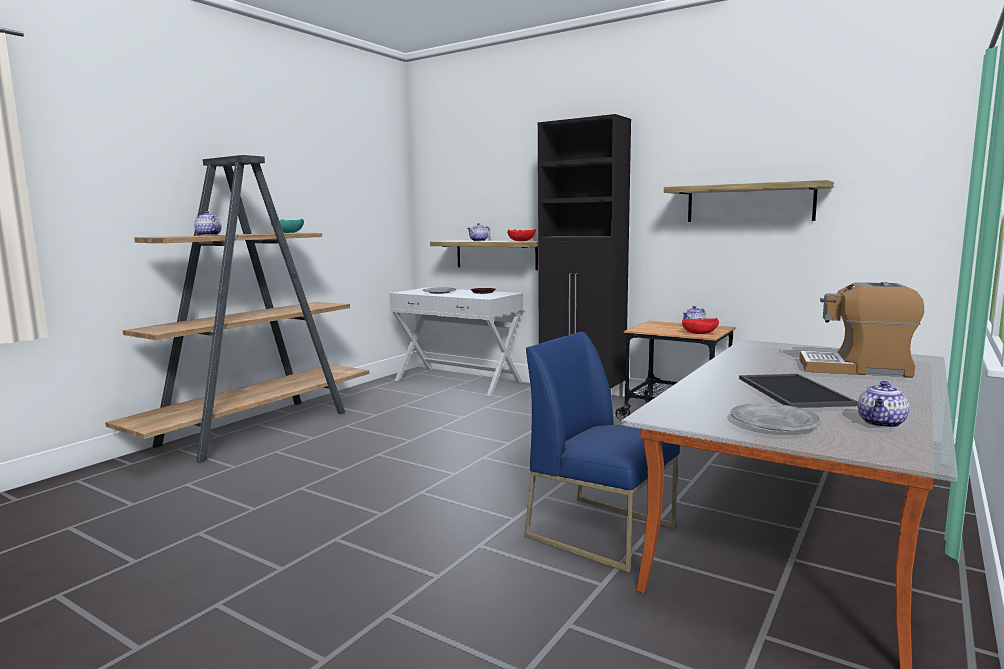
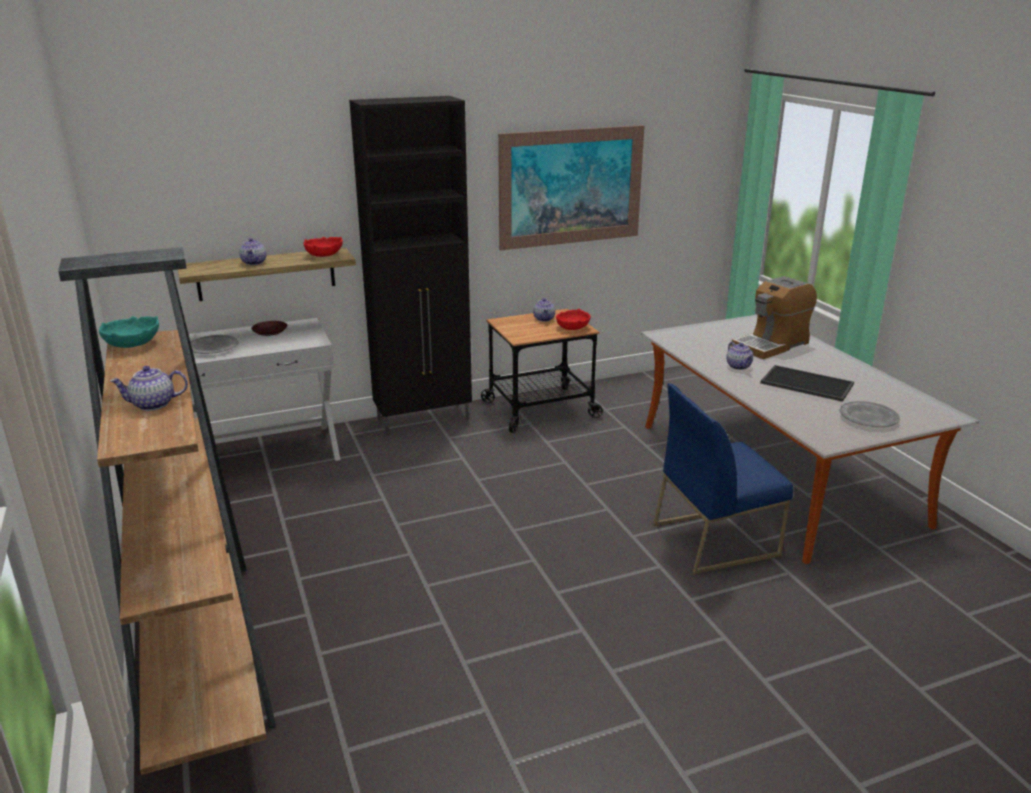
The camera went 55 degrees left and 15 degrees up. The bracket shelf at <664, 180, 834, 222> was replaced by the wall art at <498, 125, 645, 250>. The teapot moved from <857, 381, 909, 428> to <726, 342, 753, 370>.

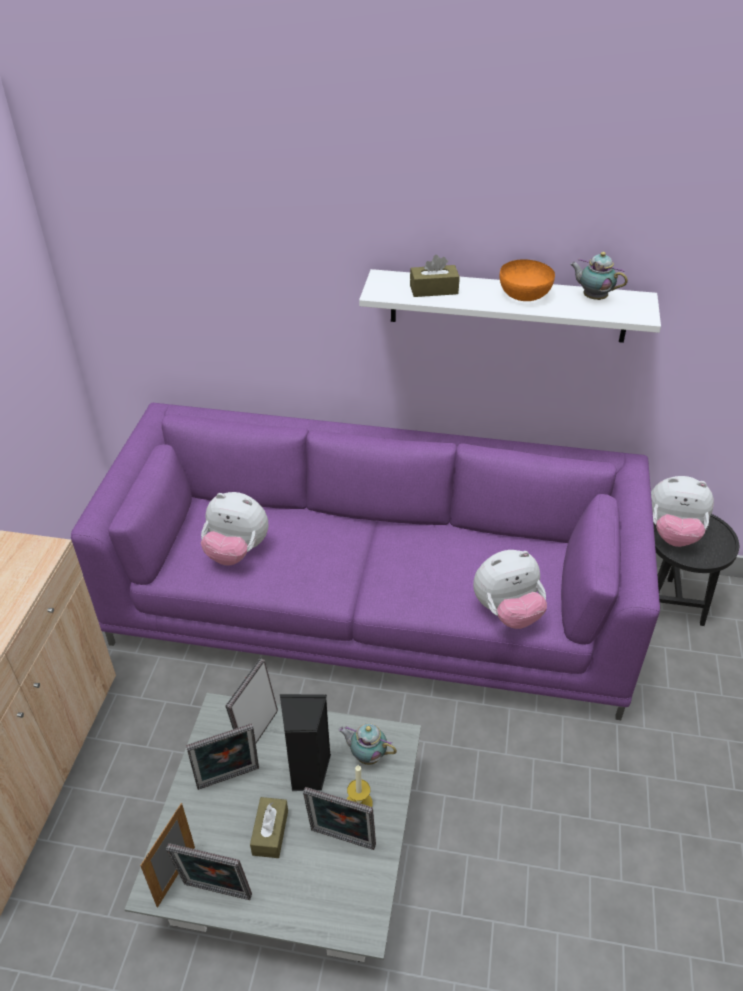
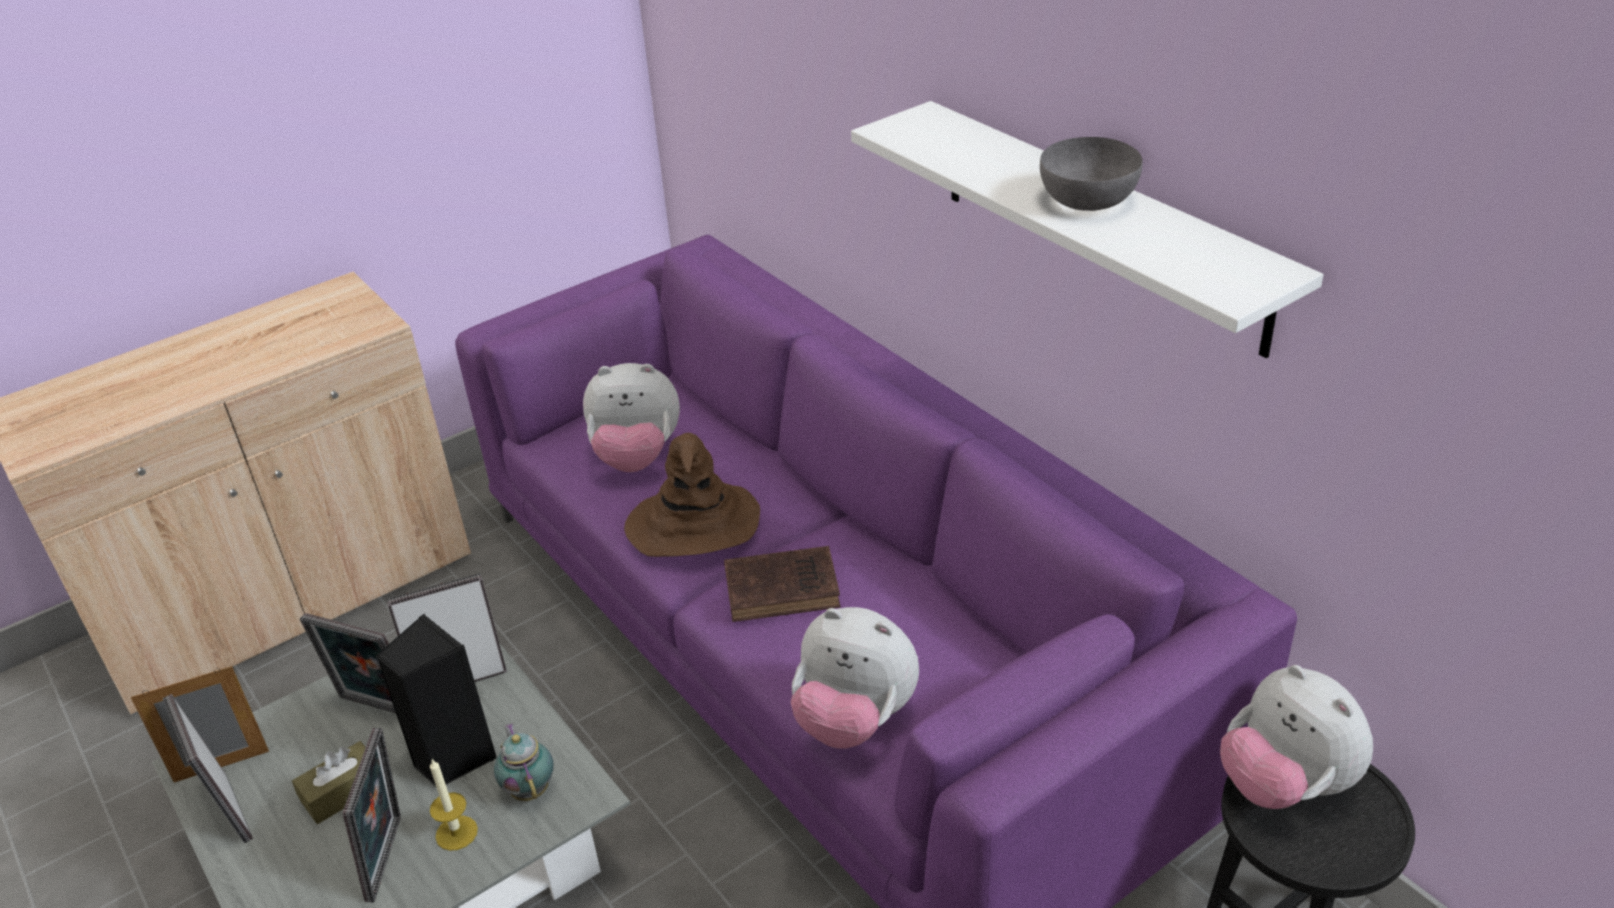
The camera went 45 degrees right and 5 degrees down. The standing frame at <303, 787, 376, 850> turned 150 degrees counterclockwise. The soft toy at <201, 492, 268, 566> turned 60 degrees counterclockwise. The brown hat at <624, 433, 760, 557> appeared. The brown book at <724, 546, 841, 622> appeared. The orangey bowl at <499, 259, 555, 301> became the gray bowl at <1040, 137, 1143, 211>. The brown tissue box at <410, 255, 460, 297> disappeared. The teapot at <570, 252, 628, 300> disappeared.

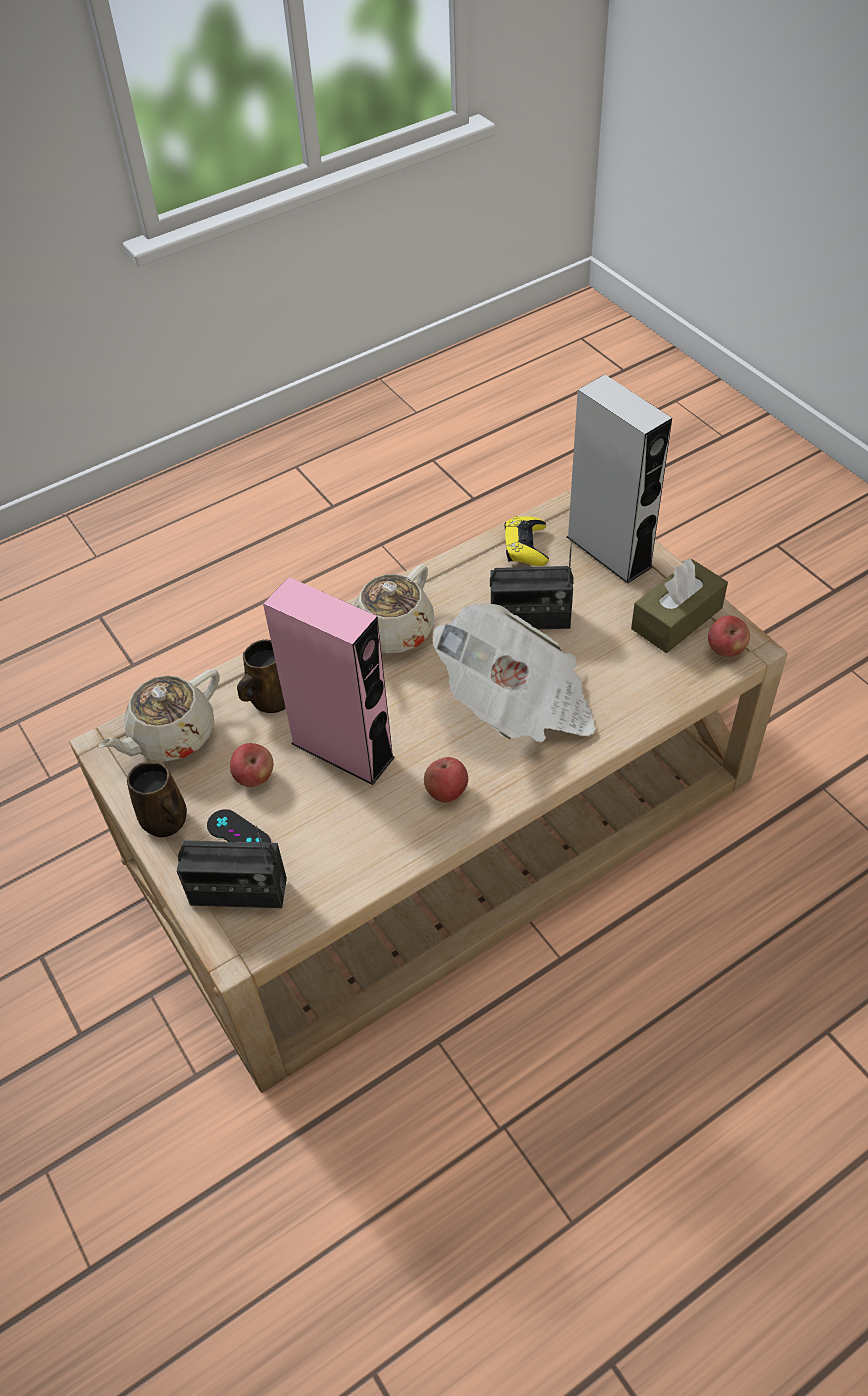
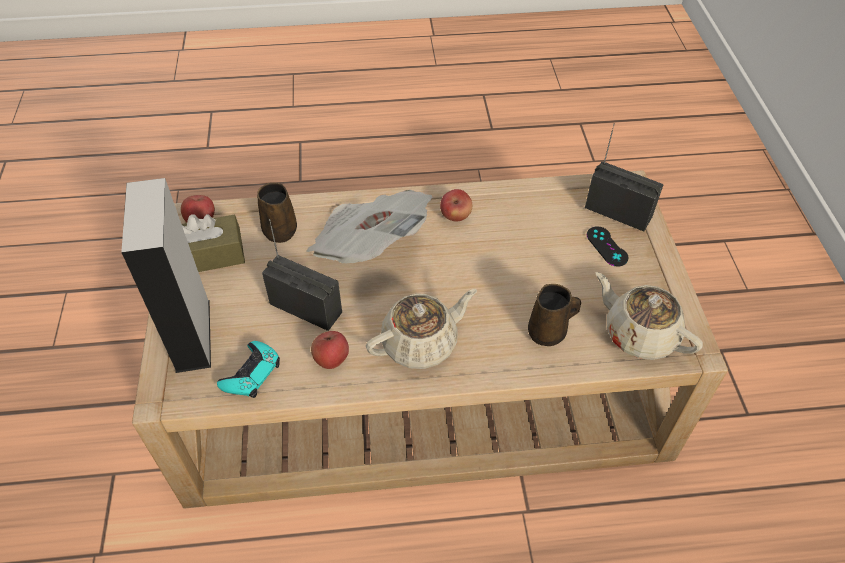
The camera went 155 degrees left and 0 degrees up. The yellow game controller at <505, 516, 549, 566> became the turquoise game controller at <217, 341, 280, 398>. The brown coffee mug moved from <127, 762, 187, 837> to <257, 182, 297, 243>. The whole apple moved from <230, 743, 273, 787> to <311, 331, 349, 369>. The beige teapot at <99, 669, 220, 761> turned 120 degrees counterclockwise. The pink-coloured audio speaker at <263, 577, 395, 785> disappeared.

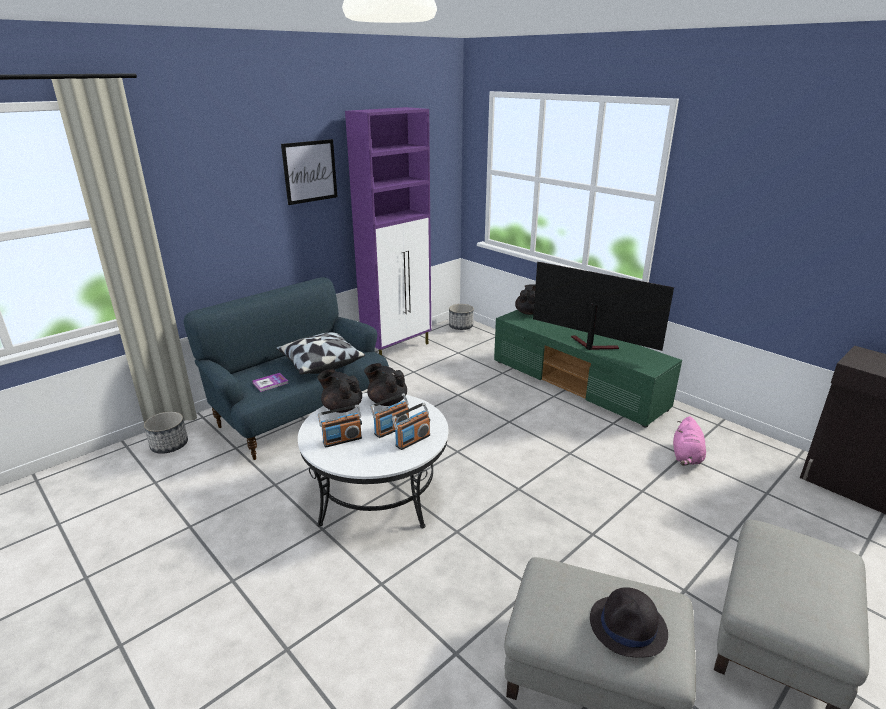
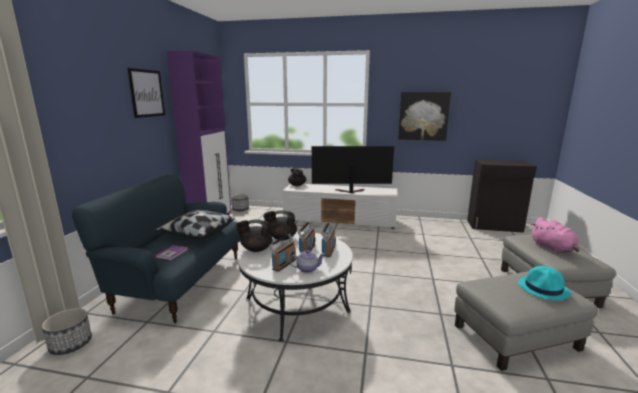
The camera went 35 degrees left and 10 degrees down. The green-coloured media console at <494, 310, 682, 427> became the white media console at <282, 184, 398, 229>. The teapot at <289, 250, 325, 273> appeared. The wall art at <398, 92, 451, 141> appeared. The black hat at <590, 587, 668, 658> became the turquoise hat at <518, 266, 571, 300>. The pink-coloured soft toy moved from <673, 416, 706, 466> to <531, 217, 580, 253>.

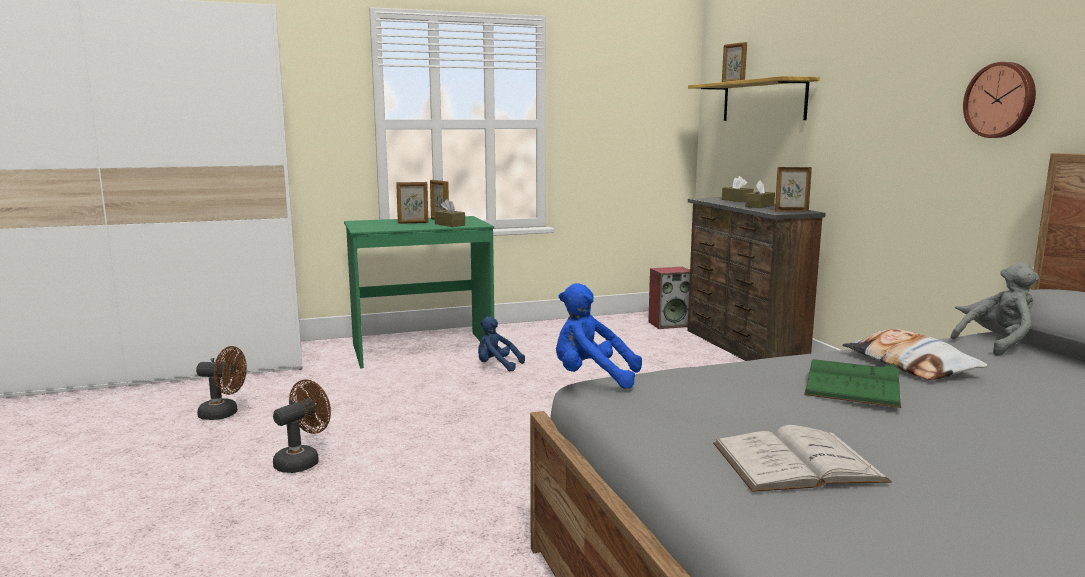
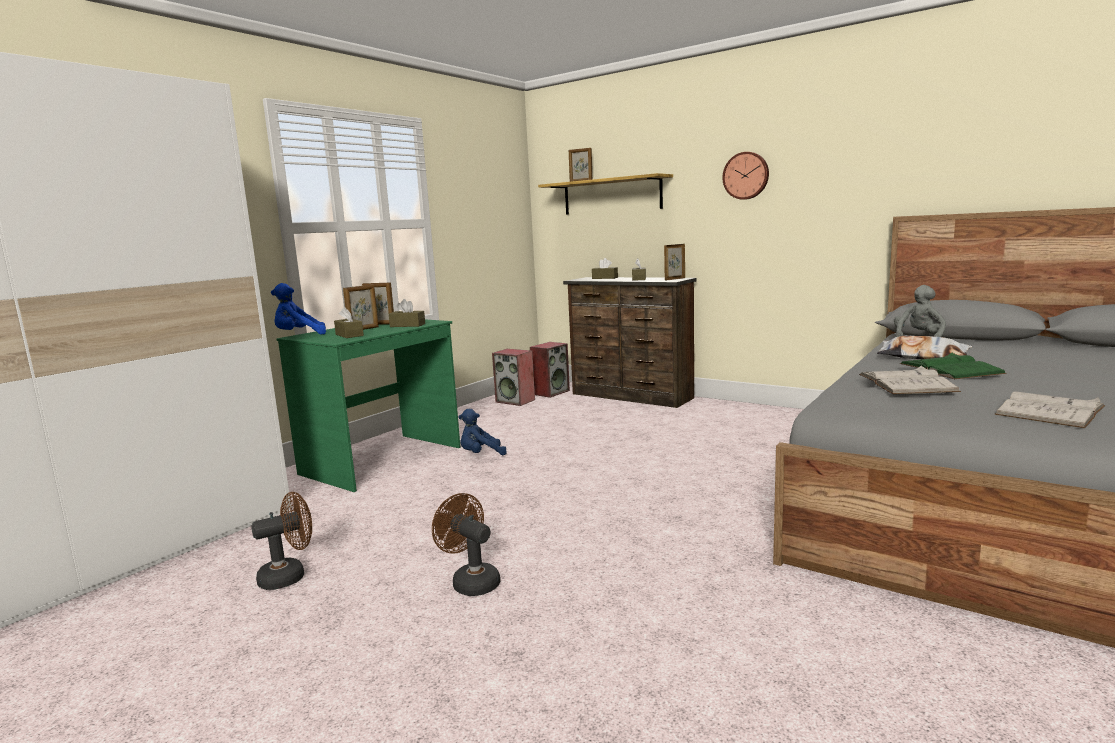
The camera went 35 degrees left and 0 degrees up. The blue soft toy moved from <556, 283, 642, 389> to <271, 283, 326, 335>. The brown tissue box at <334, 307, 364, 338> appeared. The brown fan at <273, 379, 331, 473> turned 45 degrees counterclockwise. The audio speaker at <492, 349, 535, 406> appeared. The wall clock moved from <963, 62, 1036, 138> to <722, 152, 769, 200>. The white book at <859, 366, 961, 394> appeared.

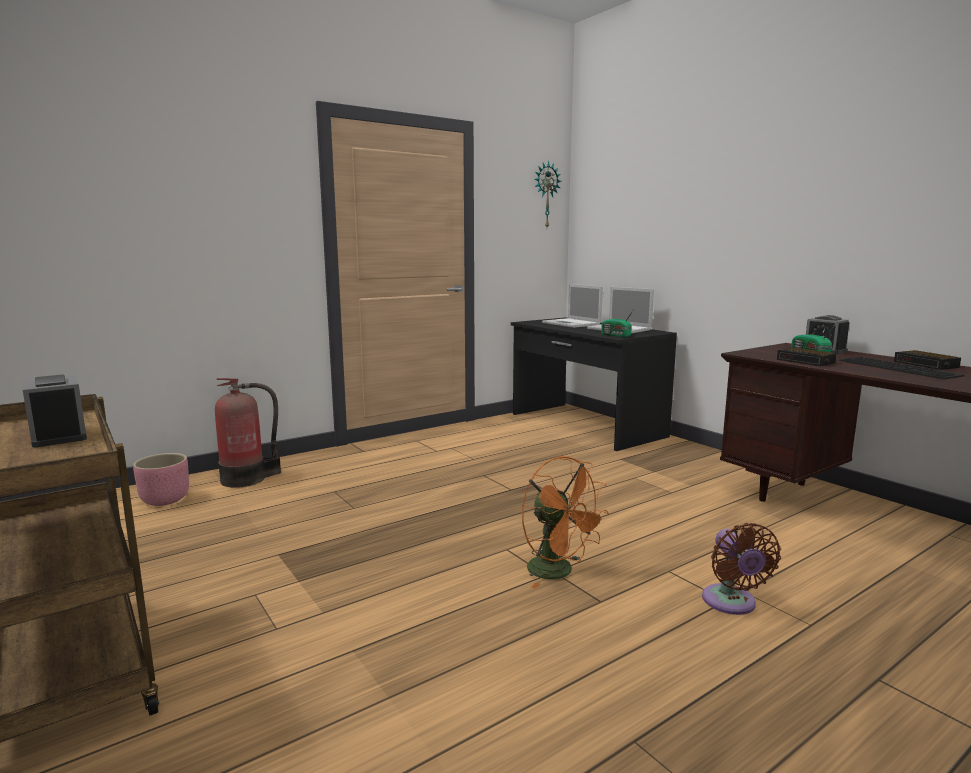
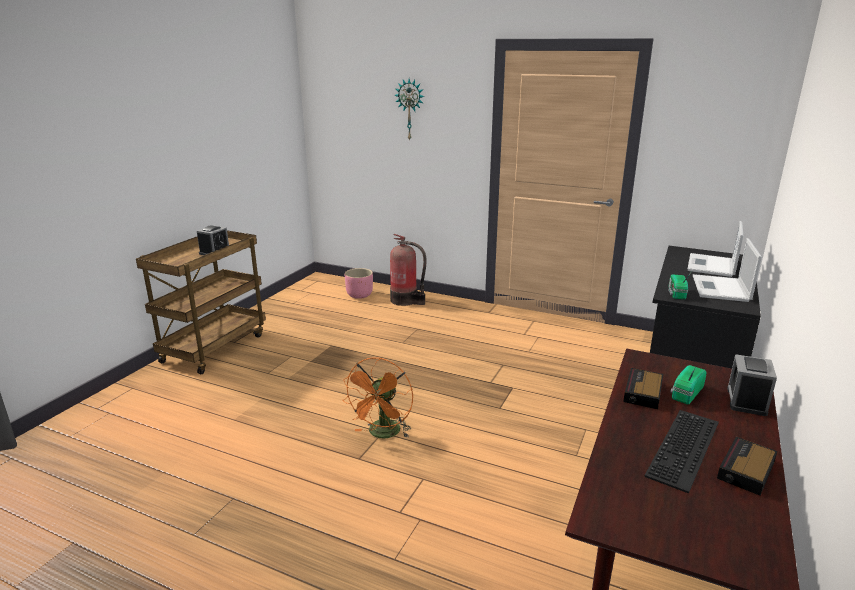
The camera went 60 degrees right and 10 degrees up. The wall clock moved from <534, 161, 562, 227> to <394, 79, 425, 141>. The brown fan at <702, 523, 781, 615> disappeared.

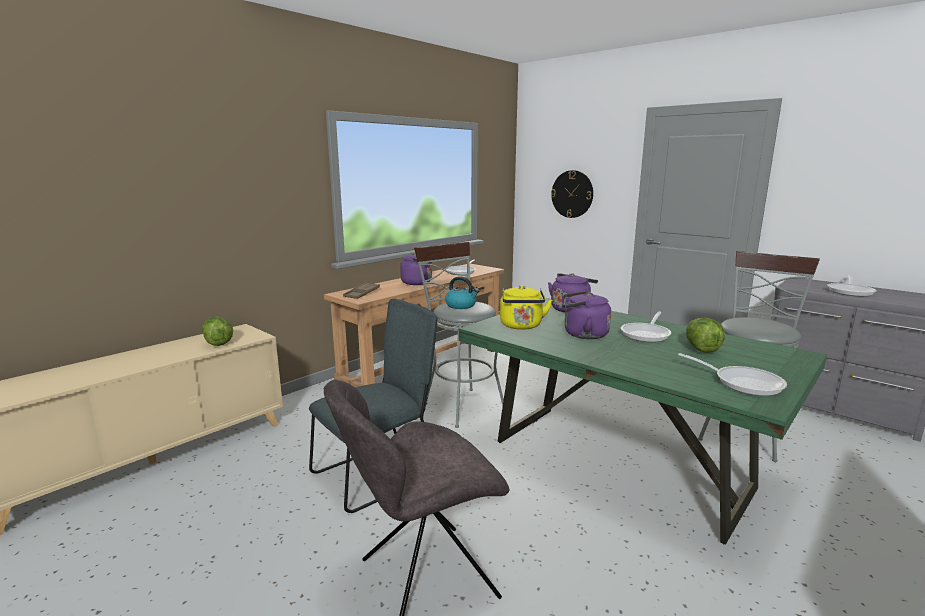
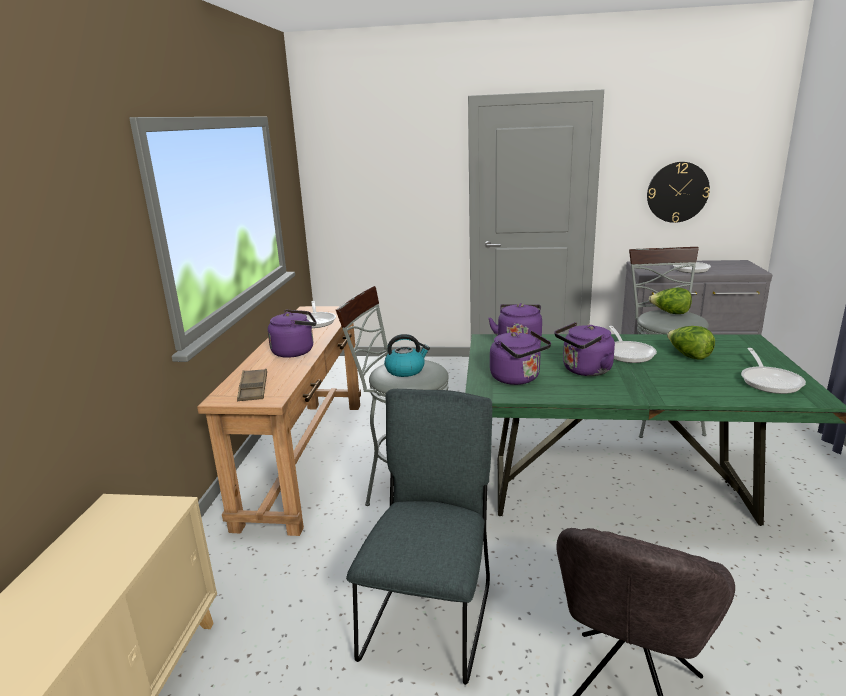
The camera went 35 degrees left and 5 degrees up. The yellow kettle at <500, 285, 552, 330> became the purplish kettle at <490, 331, 551, 385>. The wall clock moved from <551, 170, 593, 218> to <647, 162, 710, 223>. The lettuce moved from <202, 317, 233, 346> to <649, 288, 692, 314>. The pan at <678, 353, 787, 396> turned 90 degrees clockwise.

